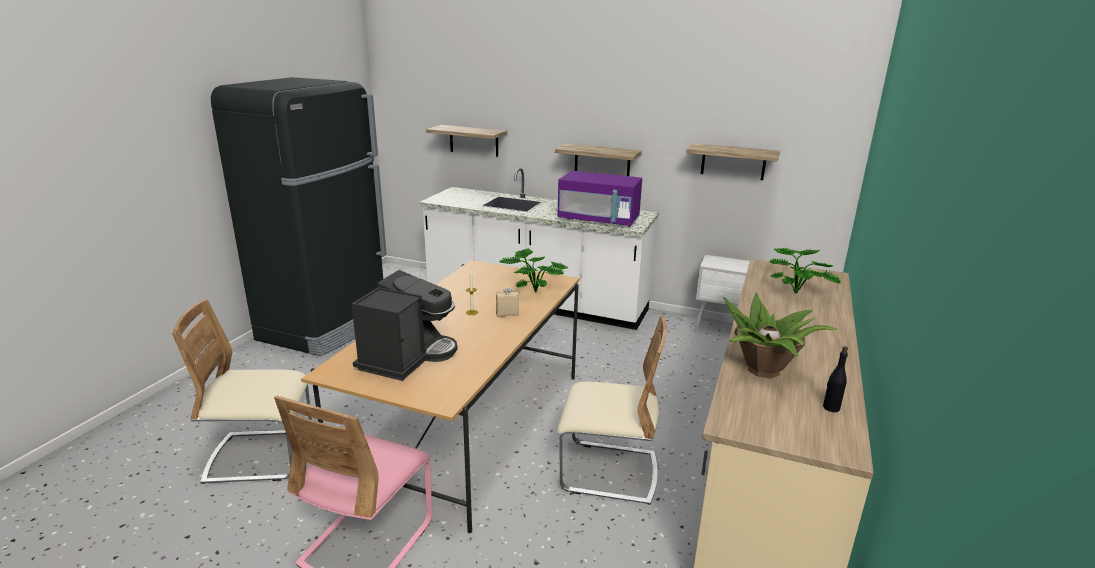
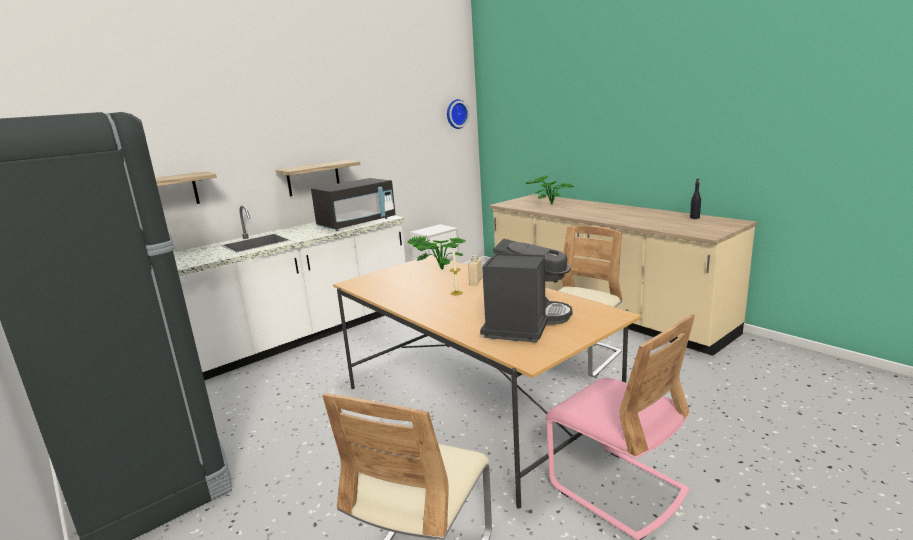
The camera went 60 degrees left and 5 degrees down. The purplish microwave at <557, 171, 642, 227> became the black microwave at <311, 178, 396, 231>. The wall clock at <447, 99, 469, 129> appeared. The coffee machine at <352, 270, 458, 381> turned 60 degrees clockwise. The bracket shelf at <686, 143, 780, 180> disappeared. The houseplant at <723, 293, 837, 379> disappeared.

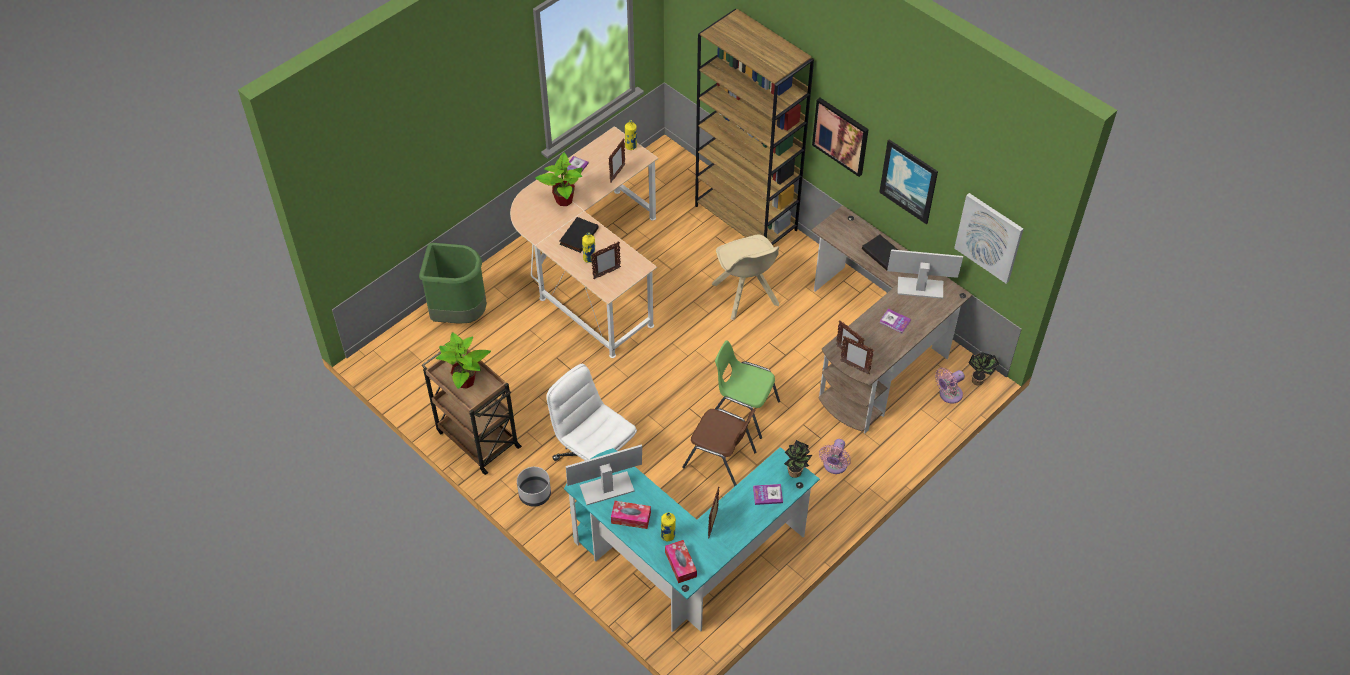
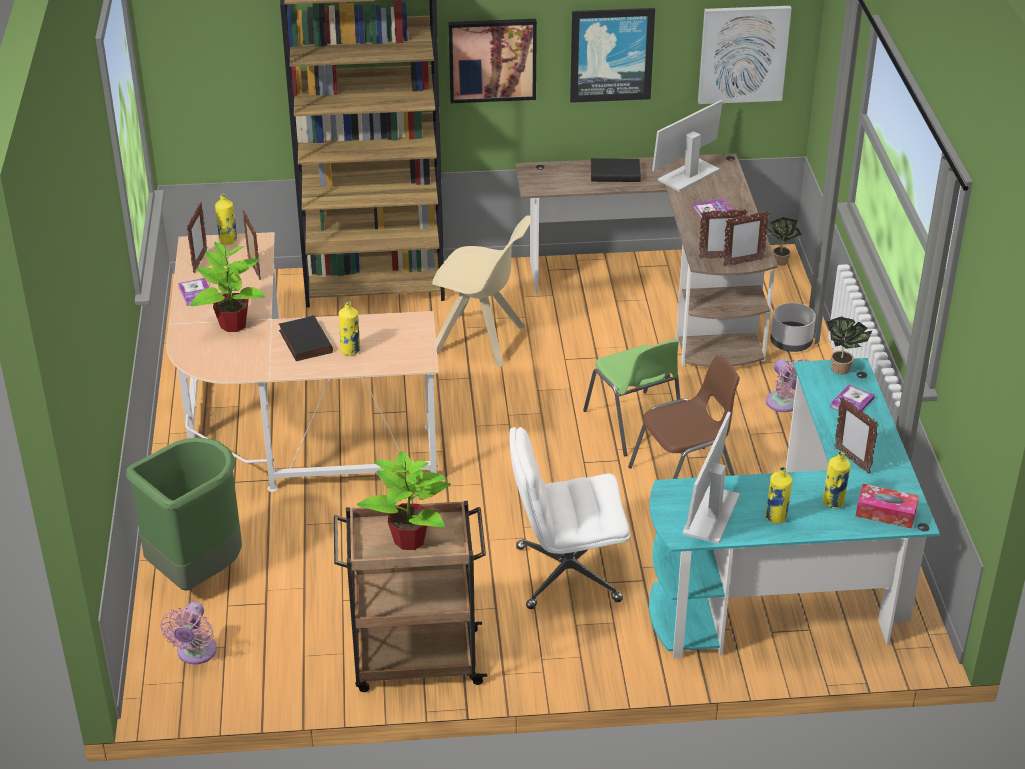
The camera went 50 degrees left and 15 degrees down. The pink-coloured fan moved from <935, 368, 965, 404> to <160, 602, 217, 665>. The standing frame moved from <591, 241, 621, 279> to <187, 202, 207, 273>. The green-coloured upright chair at <715, 340, 780, 439> turned 90 degrees counterclockwise. The tissue box at <611, 501, 651, 529> was replaced by the yellow bottle at <765, 467, 792, 524>. The gray flower pot moved from <517, 467, 551, 507> to <770, 303, 816, 352>.

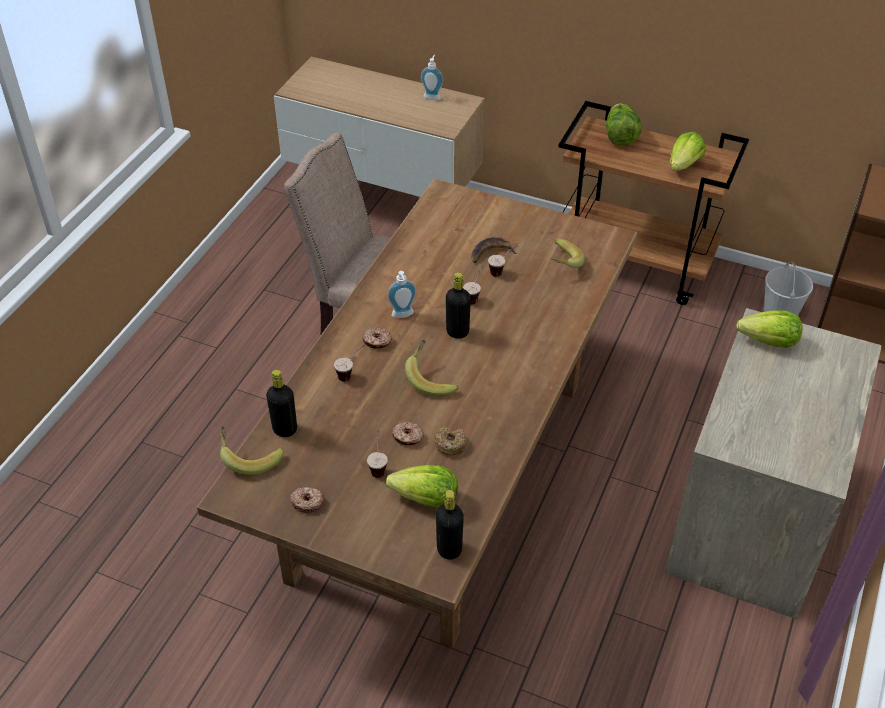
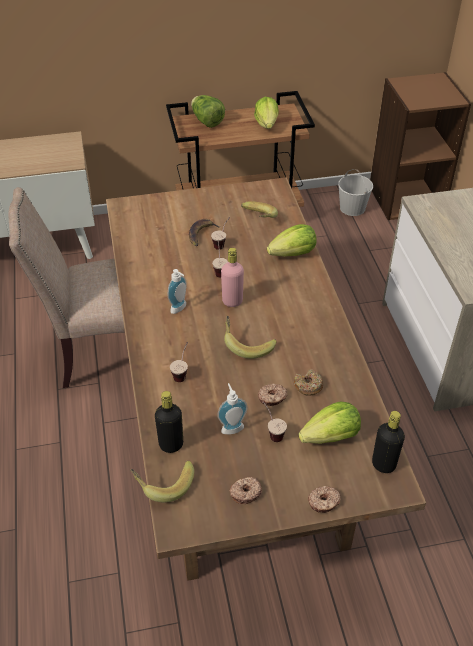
The camera went 35 degrees left and 0 degrees up. The liquid soap bottle moved from <421, 55, 443, 100> to <217, 383, 247, 434>. The black bottle at <446, 272, 471, 339> became the pink-coloured bottle at <221, 248, 244, 307>. The lettuce moved from <736, 310, 803, 348> to <267, 224, 316, 257>. The doughnut moved from <362, 327, 392, 348> to <308, 486, 341, 513>.

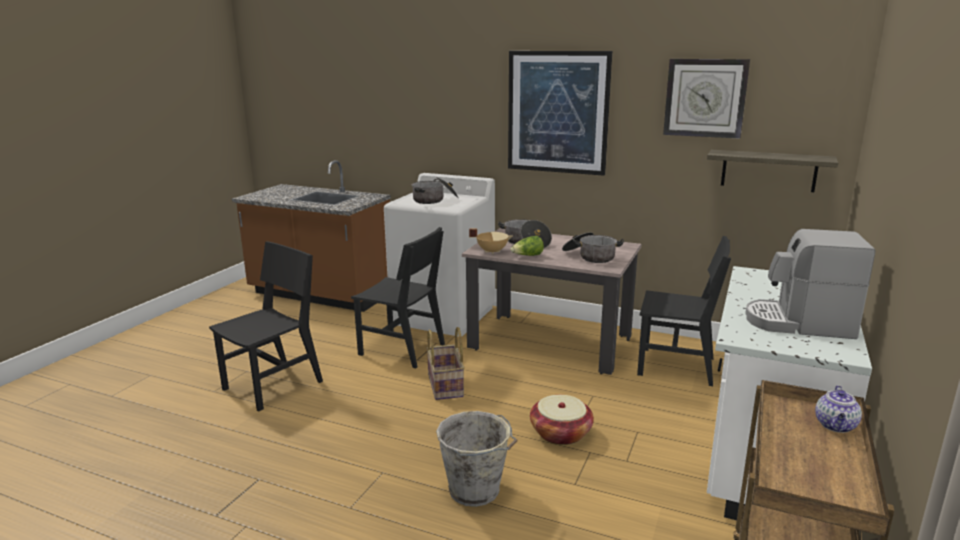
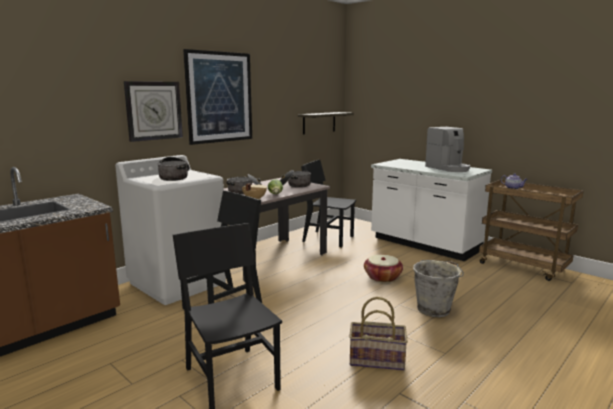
The camera went 70 degrees left and 5 degrees down. The wall clock moved from <663, 59, 750, 139> to <124, 81, 183, 142>. The black upright chair at <637, 236, 731, 386> turned 105 degrees counterclockwise. The basket moved from <426, 327, 464, 400> to <349, 297, 408, 371>. The coffee machine at <746, 229, 875, 339> turned 60 degrees counterclockwise.

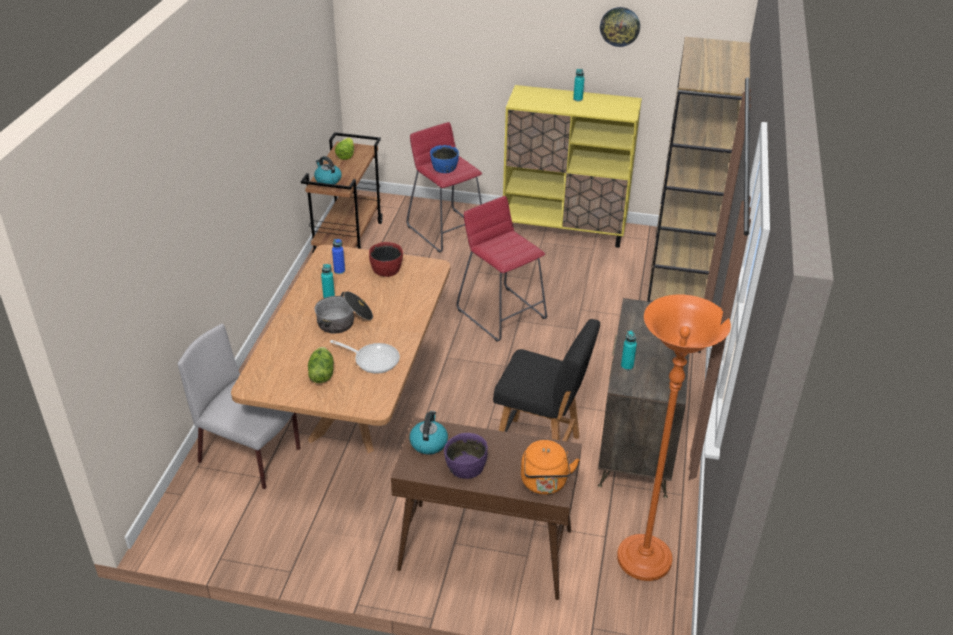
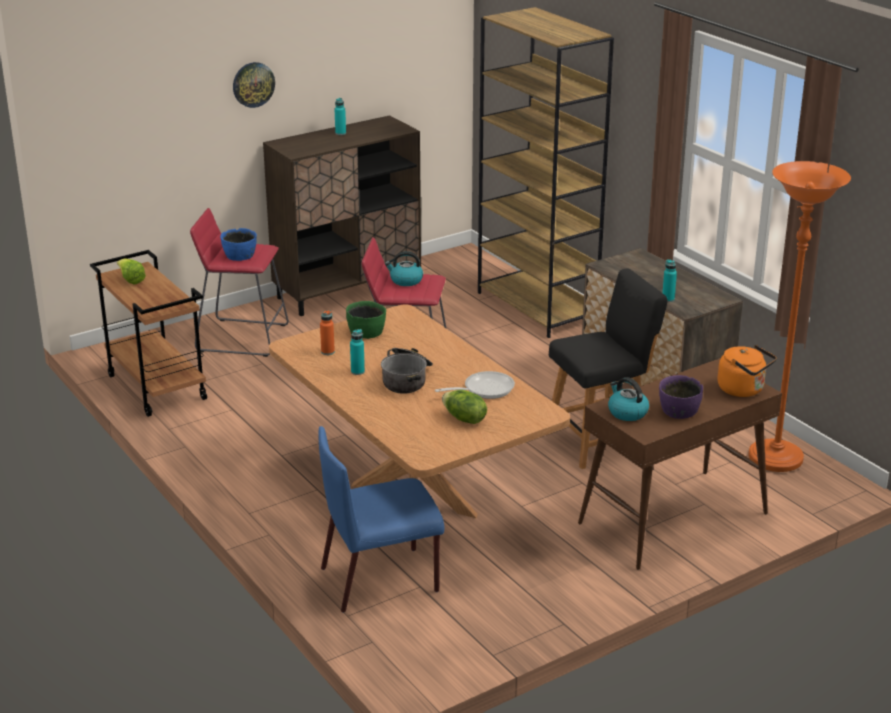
The camera went 45 degrees left and 10 degrees down. The wall clock moved from <600, 7, 640, 47> to <233, 62, 275, 108>. The yellow cupboard at <503, 85, 642, 248> became the brown cupboard at <263, 115, 421, 316>. The gray upright chair at <178, 324, 300, 489> became the blue upright chair at <319, 426, 444, 613>. The blue bottle at <332, 239, 345, 274> became the orangey bottle at <320, 310, 335, 355>. The reddish bowl at <369, 242, 403, 277> became the green-coloured bowl at <346, 301, 386, 339>. The kettle moved from <314, 156, 342, 184> to <385, 251, 423, 286>.

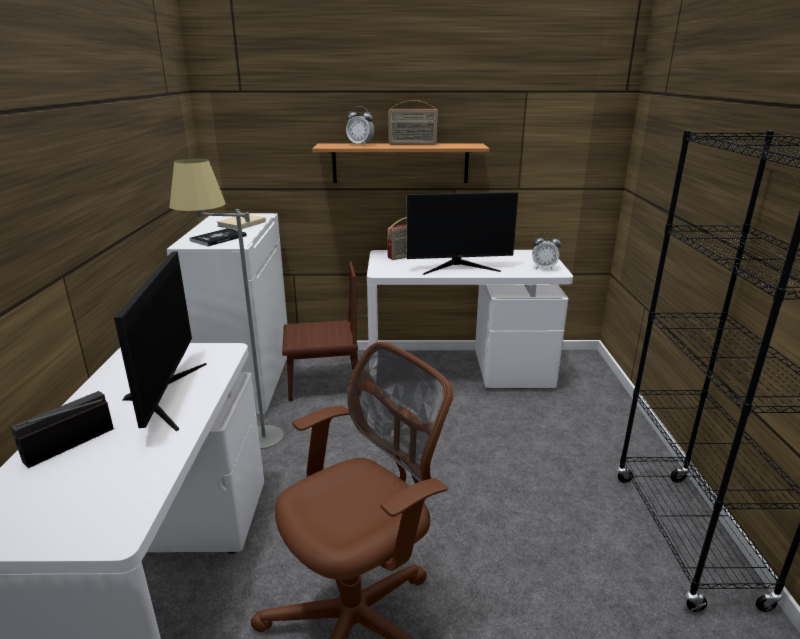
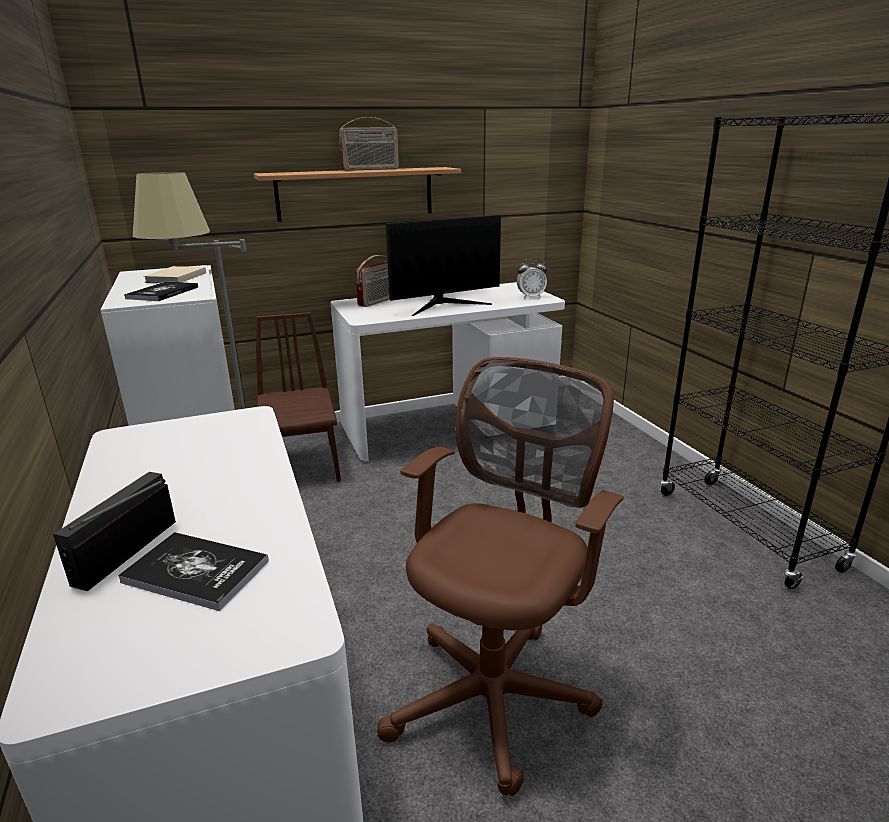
The camera went 20 degrees left and 0 degrees up. The book at <118, 532, 269, 611> appeared. The brown upright chair at <282, 262, 358, 401> turned 75 degrees counterclockwise. The computer display at <114, 251, 207, 432> disappeared. The alarm clock at <346, 106, 374, 146> disappeared.

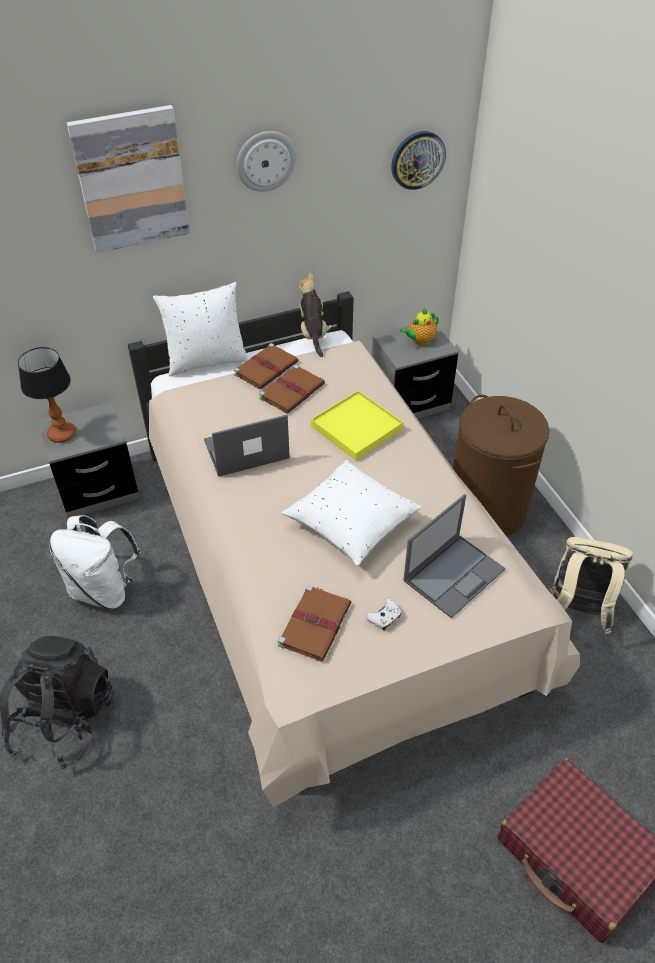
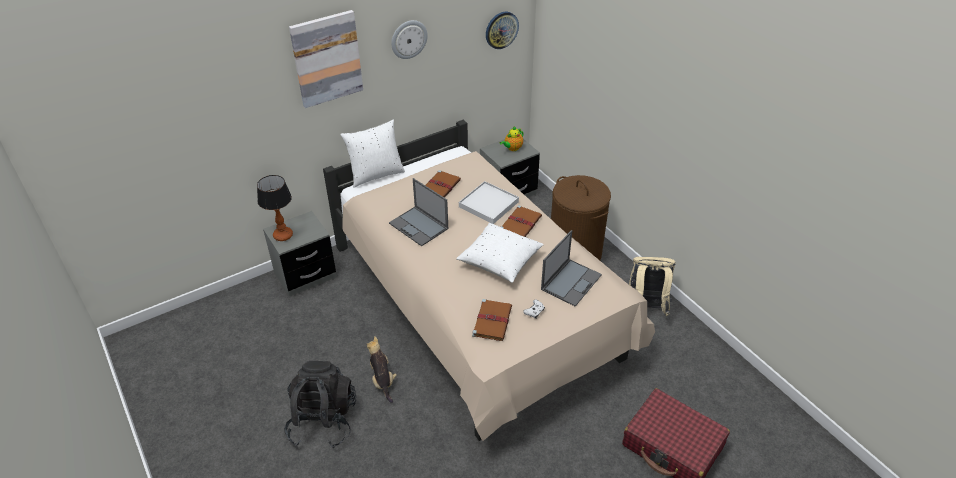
The camera went 10 degrees left and 5 degrees down. The soft toy moved from <299, 272, 332, 357> to <367, 336, 397, 403>. The notebook computer at <204, 415, 290, 477> turned 105 degrees counterclockwise. The yellow carrying tray at <311, 390, 404, 461> became the white carrying tray at <459, 181, 519, 224>. The brown book moved from <234, 343, 298, 389> to <500, 205, 542, 237>. The white rucksack at <50, 515, 141, 609> disappeared.

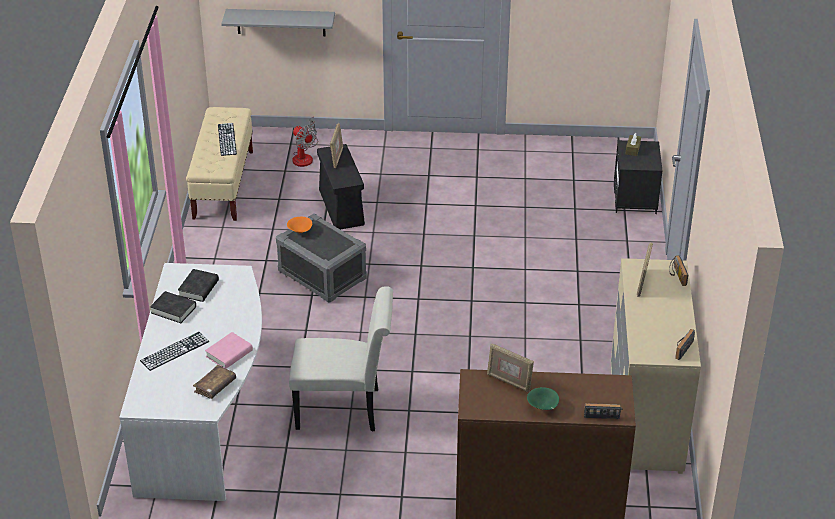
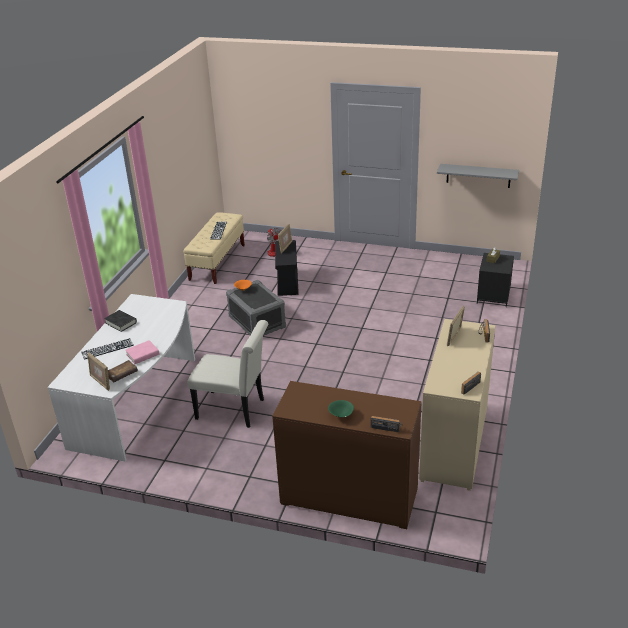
The camera went 15 degrees right and 5 degrees down. The standing frame moved from <487, 343, 534, 393> to <87, 353, 110, 391>. The gray bracket shelf moved from <221, 9, 335, 36> to <437, 164, 519, 188>. The black book at <178, 269, 219, 302> disappeared.

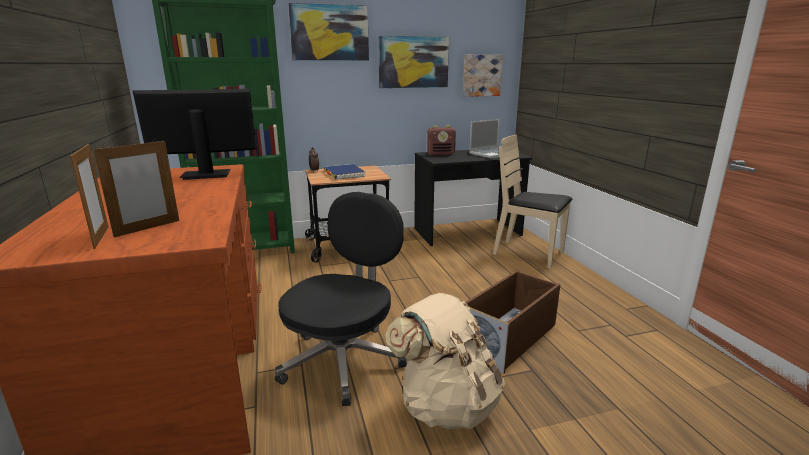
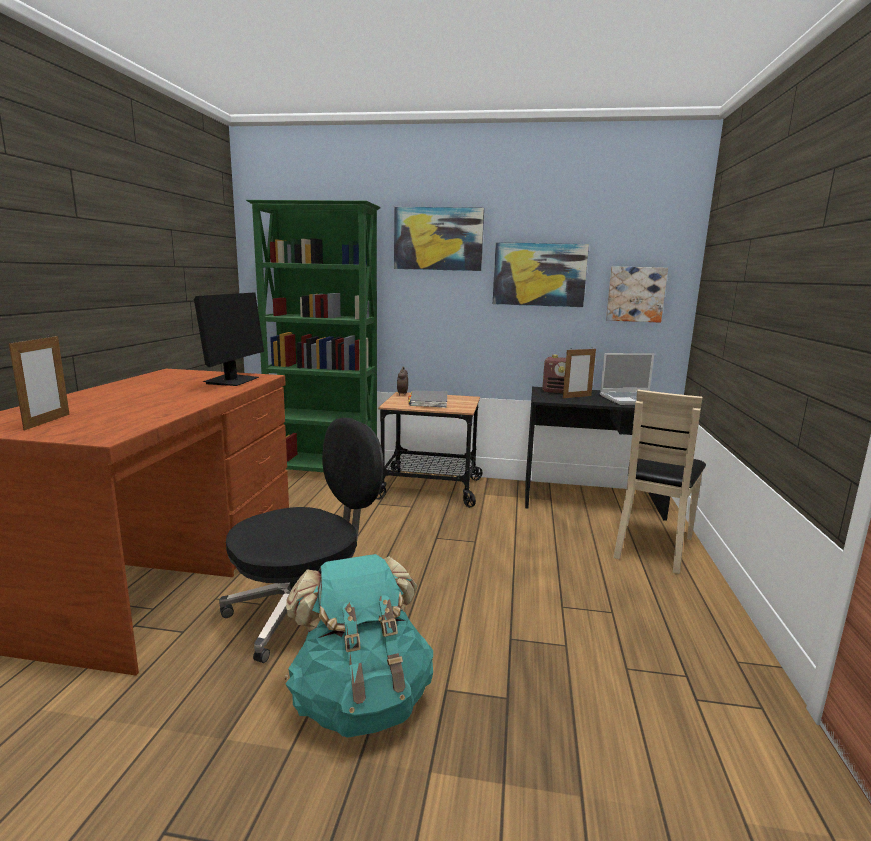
The camera went 25 degrees right and 5 degrees down. The computer display at <132, 89, 257, 180> turned 90 degrees clockwise. The beige rucksack at <385, 293, 505, 429> became the turquoise rucksack at <285, 554, 433, 737>. The blue book at <324, 164, 365, 179> became the gray book at <408, 391, 447, 408>. The standing frame moved from <93, 140, 179, 237> to <563, 349, 596, 398>. The beige upright chair at <493, 135, 573, 269> turned 120 degrees counterclockwise. The brown storage bin at <466, 270, 561, 374> disappeared.

